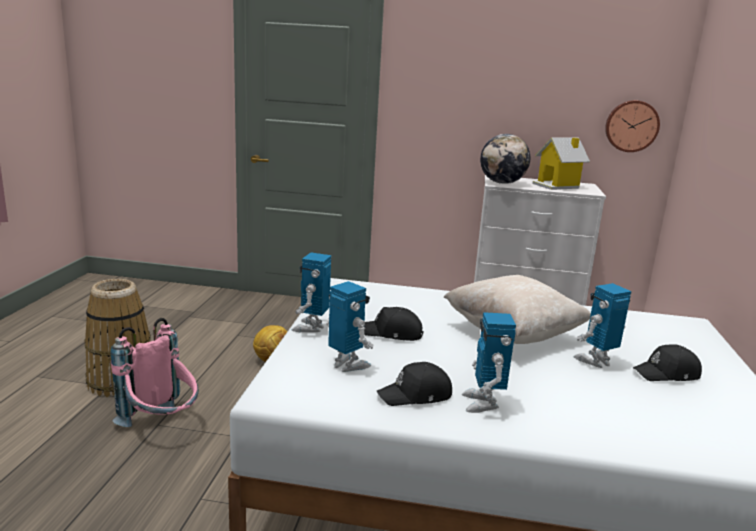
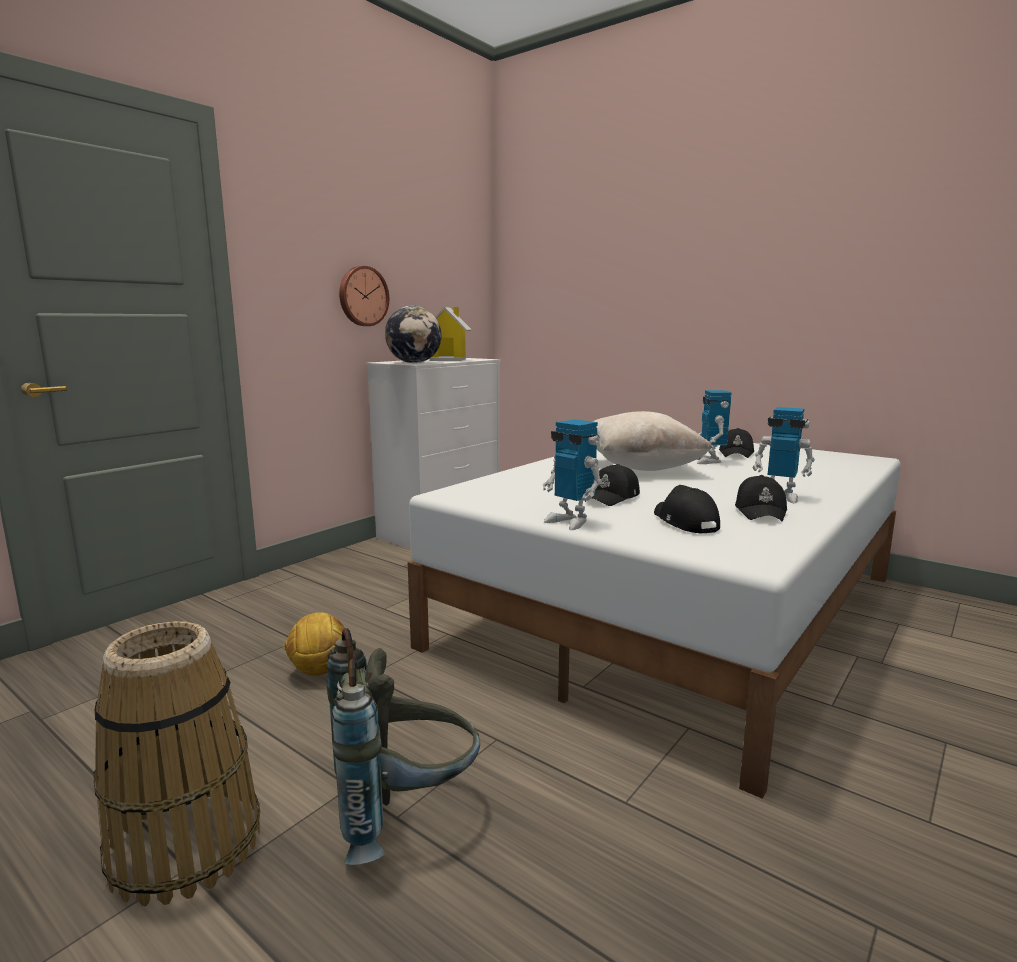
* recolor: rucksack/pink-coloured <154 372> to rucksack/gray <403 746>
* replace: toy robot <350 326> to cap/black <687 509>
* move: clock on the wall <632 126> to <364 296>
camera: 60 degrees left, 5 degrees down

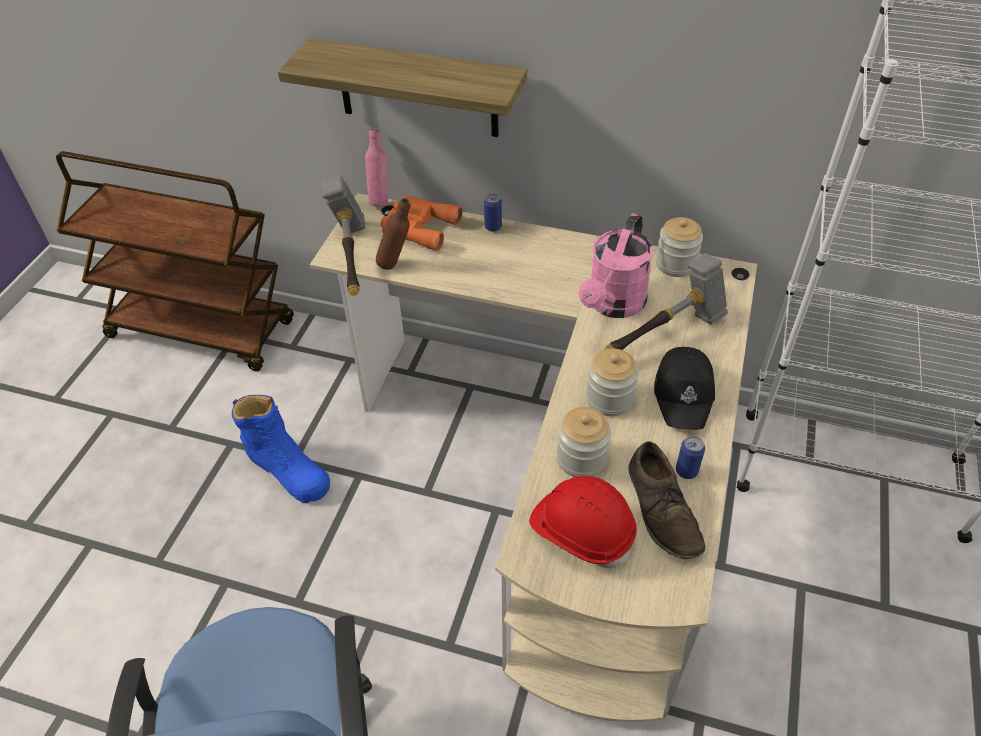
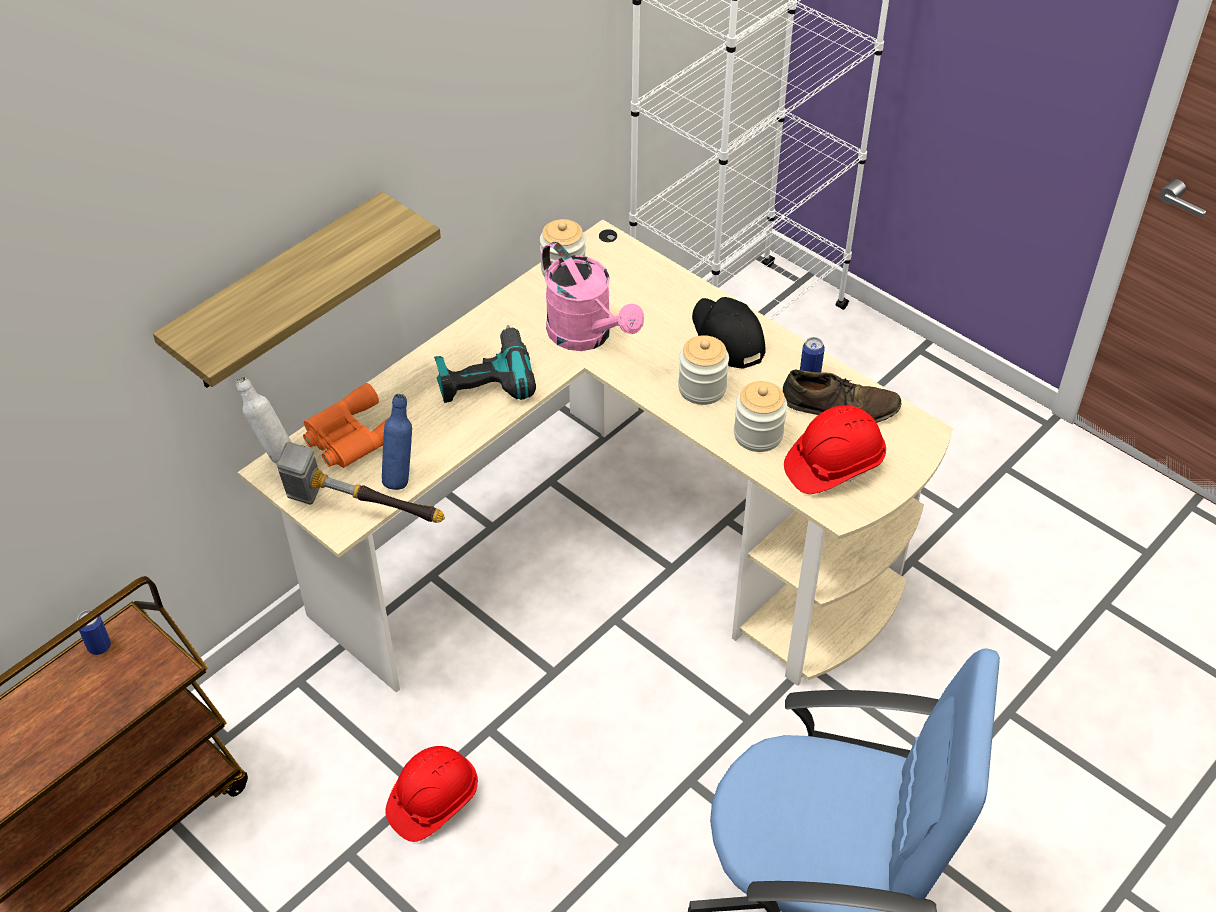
* replace: high-top boot/blue <281 449> to hard hat/reddish <431 794>
* recolor: drink bottle/pink-coloured <376 168> to drink bottle/white-coloured <263 420>
* recolor: drink bottle/brown-coloured <393 234> to drink bottle/blue <397 442>
* move: sealed can <493 212> to <94 632>
* delete: hammer <666 301>
* rotate: cap/black <684 388> = <729 332> 150 degrees counterclockwise
* insert: electric drill <485 364>
camera: 65 degrees left, 0 degrees up

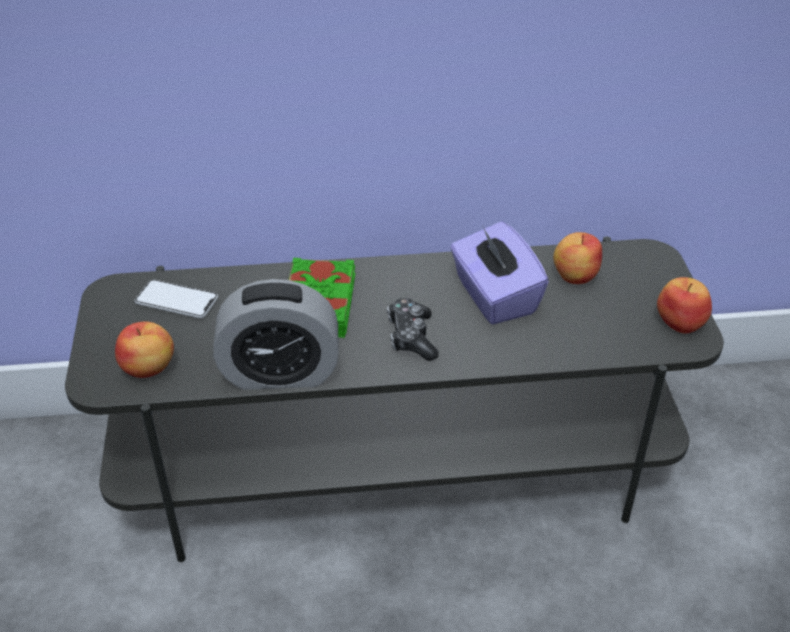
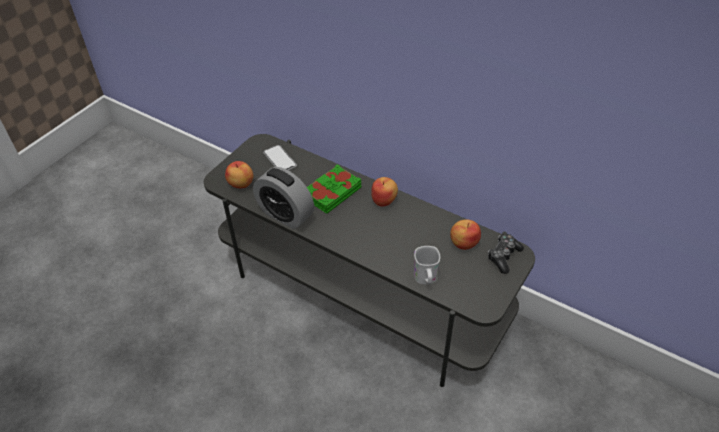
* move: joypad <413 329> to <506 254>
* delete: tissue holder/purple-coloured <499 272>
* move: apple fruit <684 305> to <384 191>
* insert: coffee mug/white-coloured <427 265>
camera: 40 degrees right, 5 degrees up

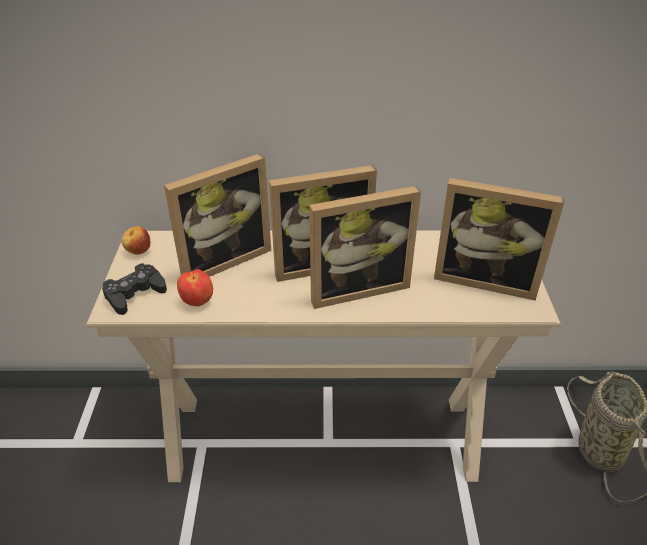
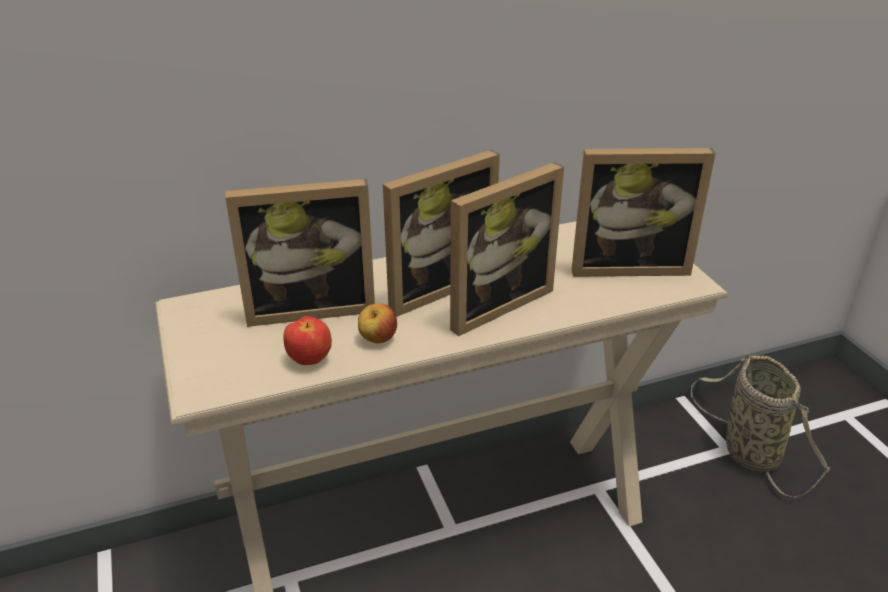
* delete: joypad/black <134 289>
* move: apple fruit <135 240> to <377 323>
* rotate: standing frame <217 215> = <300 253> 45 degrees clockwise
camera: 20 degrees left, 5 degrees down

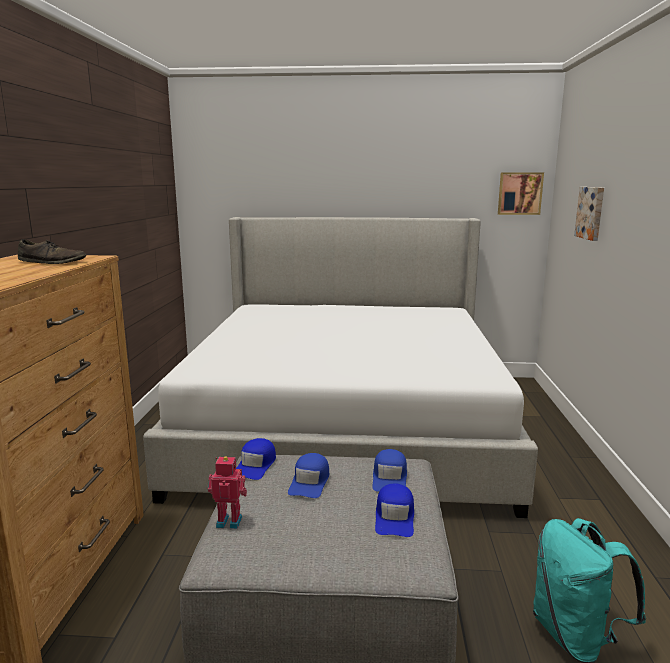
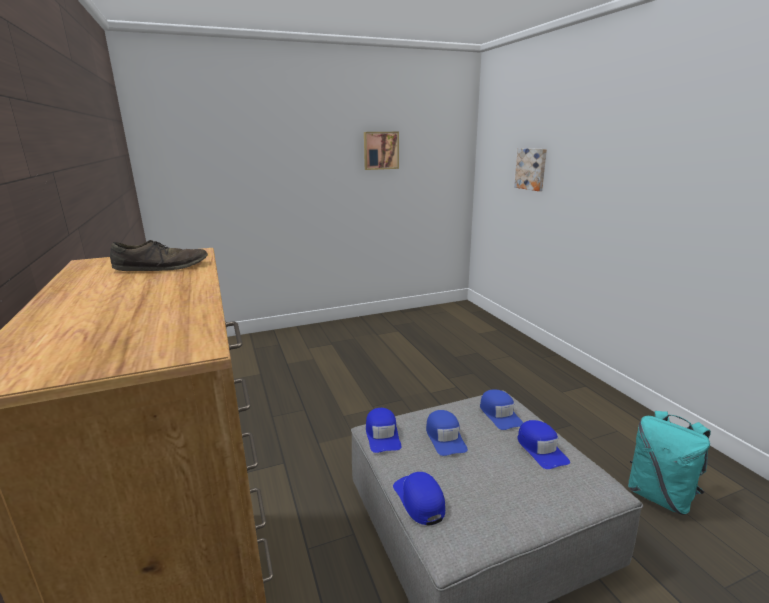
* delete: bedroom bed <340 367>
* replace: toy robot <227 492> to cap/blue <419 499>
* move: picture <521 193> to <381 151>
camera: 25 degrees left, 5 degrees up

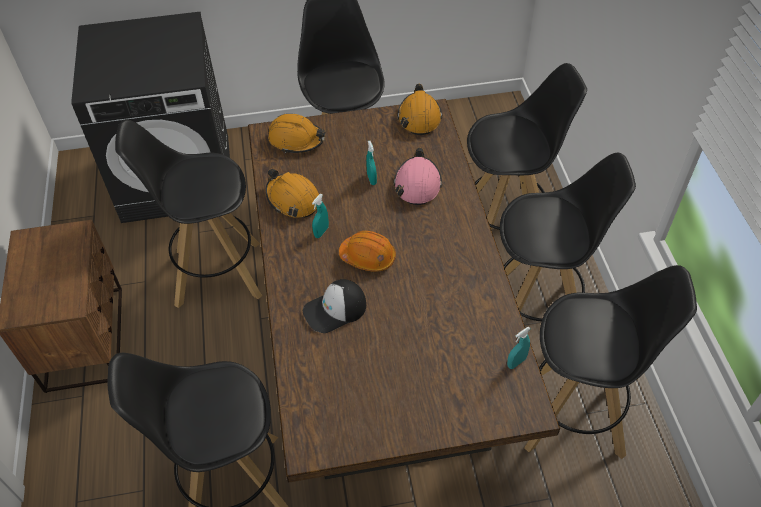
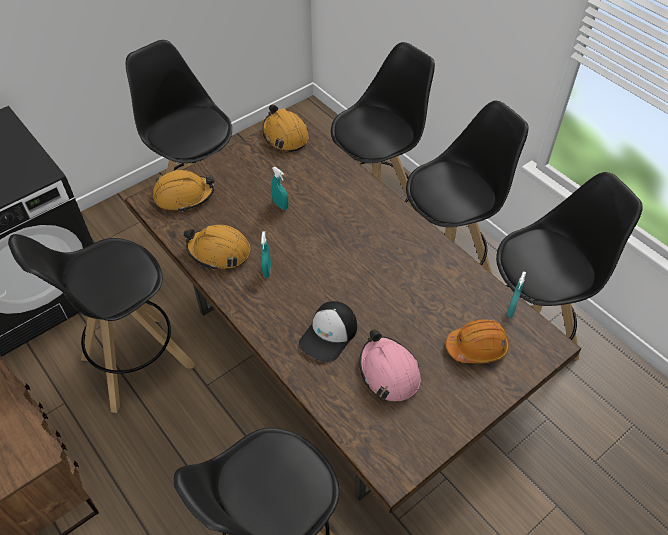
* move: hard hat/orange <367 251> to <477 341>
* move: hard hat/pink-coloured <417 176> to <389 365>
camera: 30 degrees left, 0 degrees up

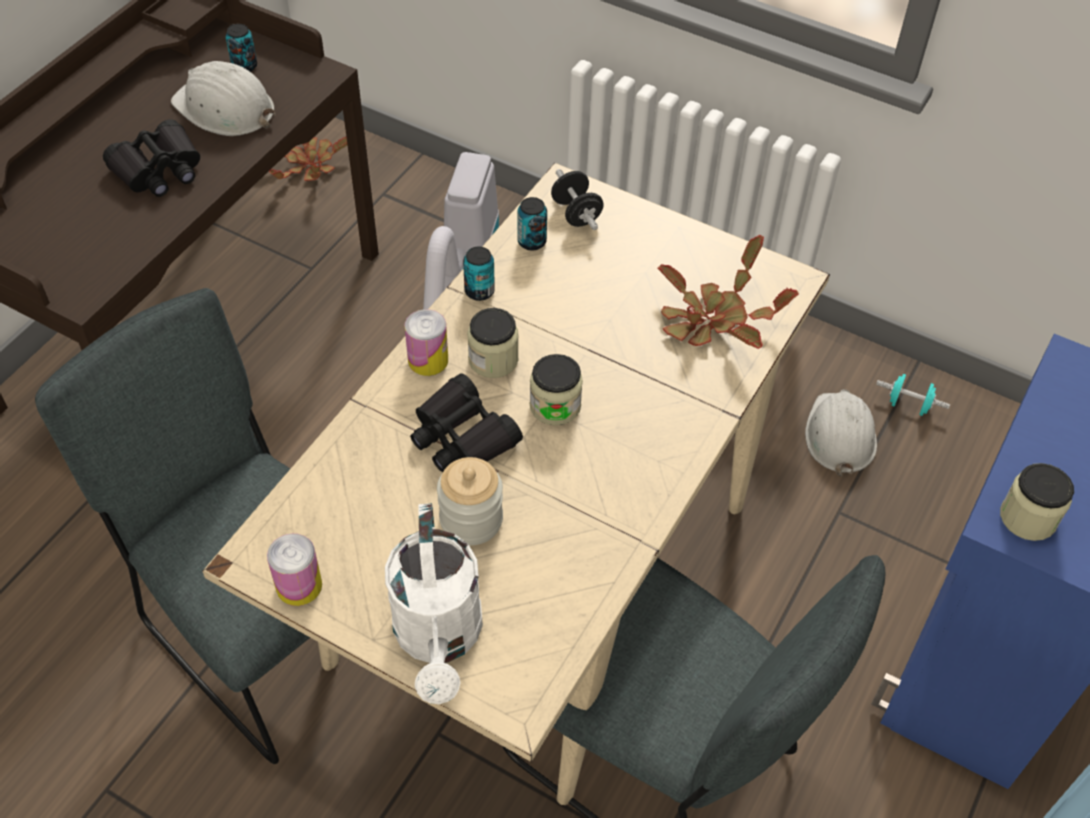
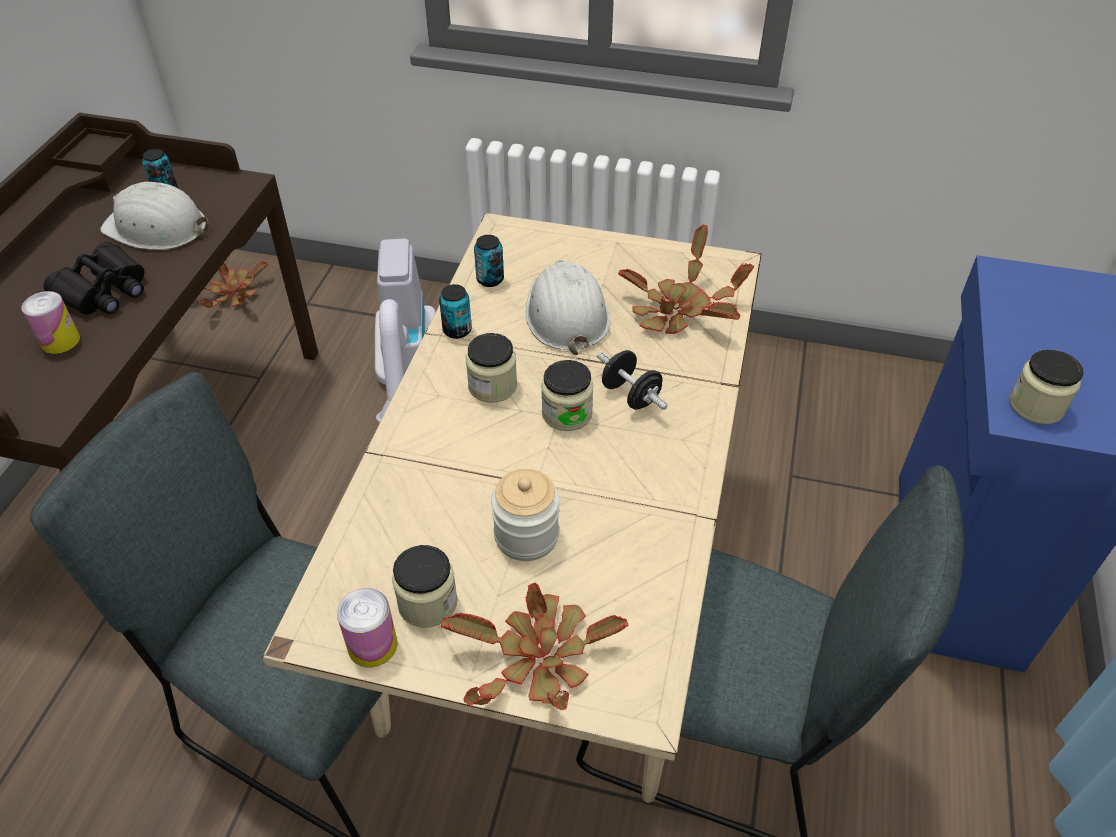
* replace: watering can/white-coloured <434 604> to plant in a pot <535 646>
* move: sealed can <426 342> to <50 322>
* delete: binoculars/black <466 422>
* move: free weight/black <577 199> to <632 380>
* move: hard hat/white-coloured <841 433> to <568 307>
* delete: free weight/blue-green <913 395>
* insert: jar <425 586>
camera: 15 degrees left, 5 degrees down

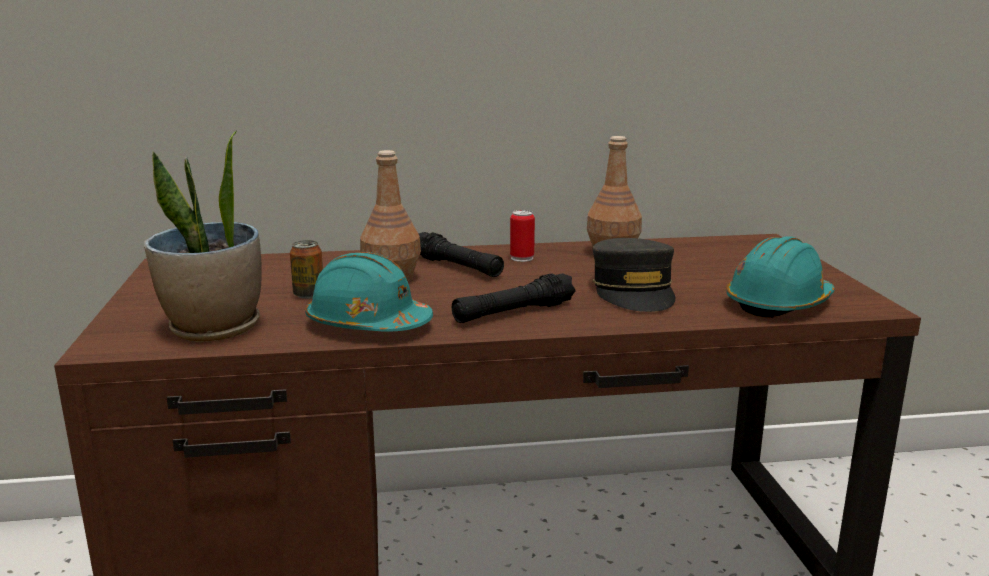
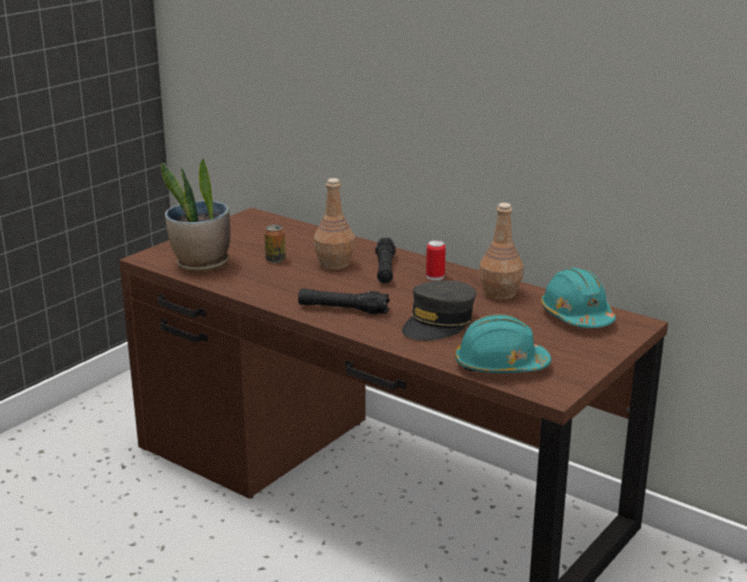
* move: hard hat/blue-green <369 292> to <578 298>
camera: 45 degrees right, 5 degrees up

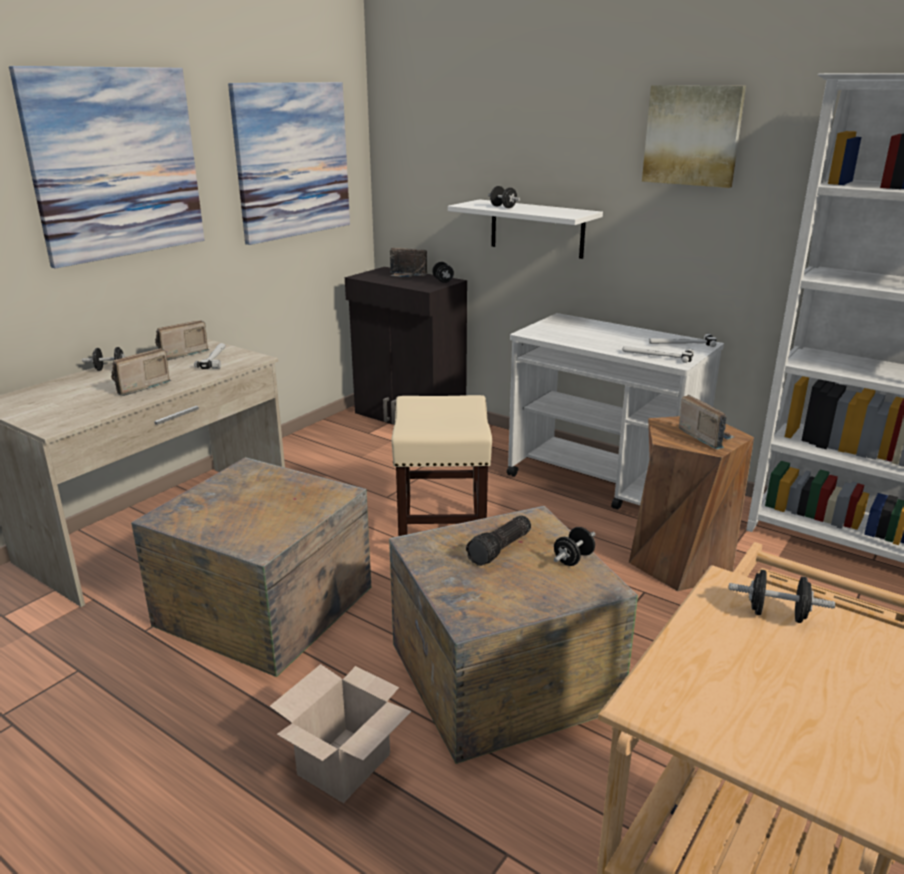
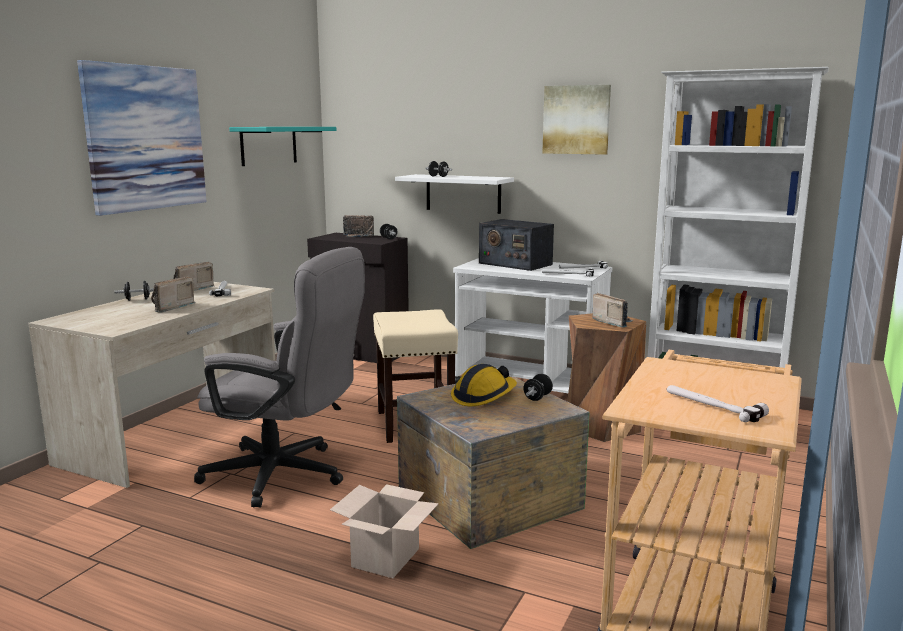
* replace: shipping crate <251 567> to desk chair/gray <279 377>
* replace: picture <289 163> to wall shelf/blue-green <282 146>
* replace: hand torch <498 540> to hard hat <484 385>
* delete: free weight/black <781 596>
* insert: radio <516 245>
* insert: hammer <718 403>
camera: 10 degrees left, 10 degrees down

